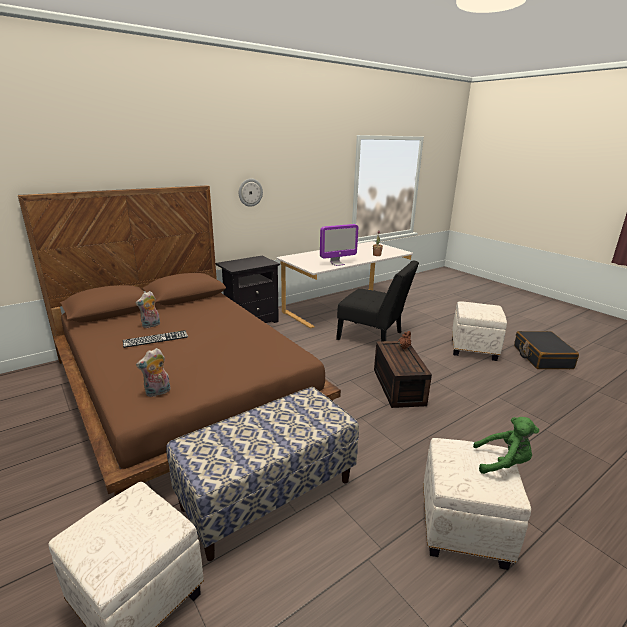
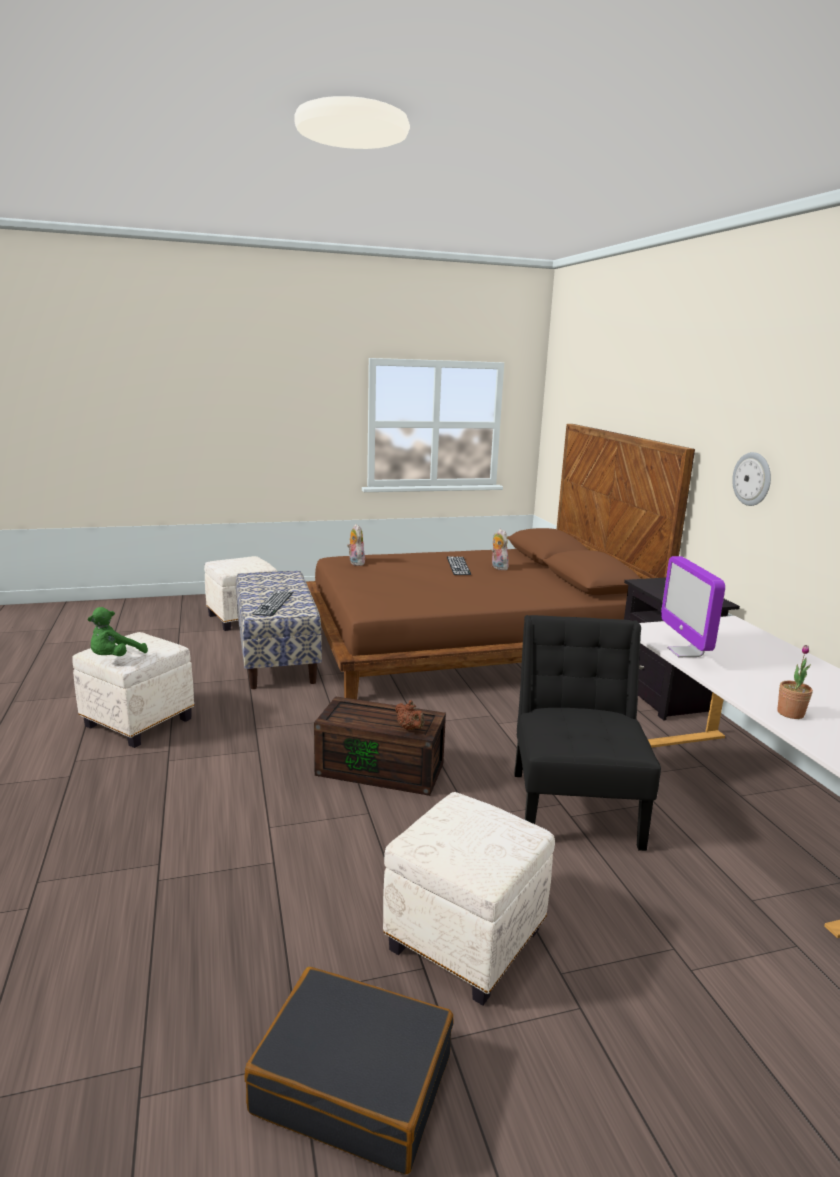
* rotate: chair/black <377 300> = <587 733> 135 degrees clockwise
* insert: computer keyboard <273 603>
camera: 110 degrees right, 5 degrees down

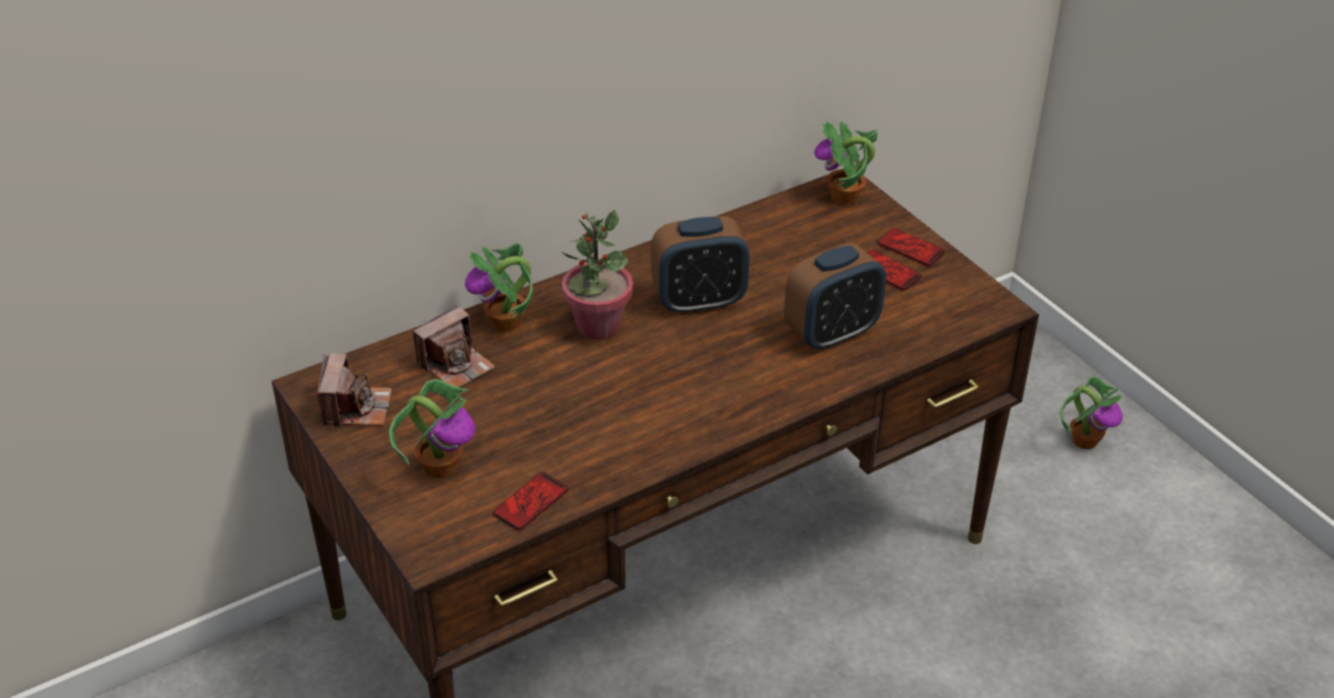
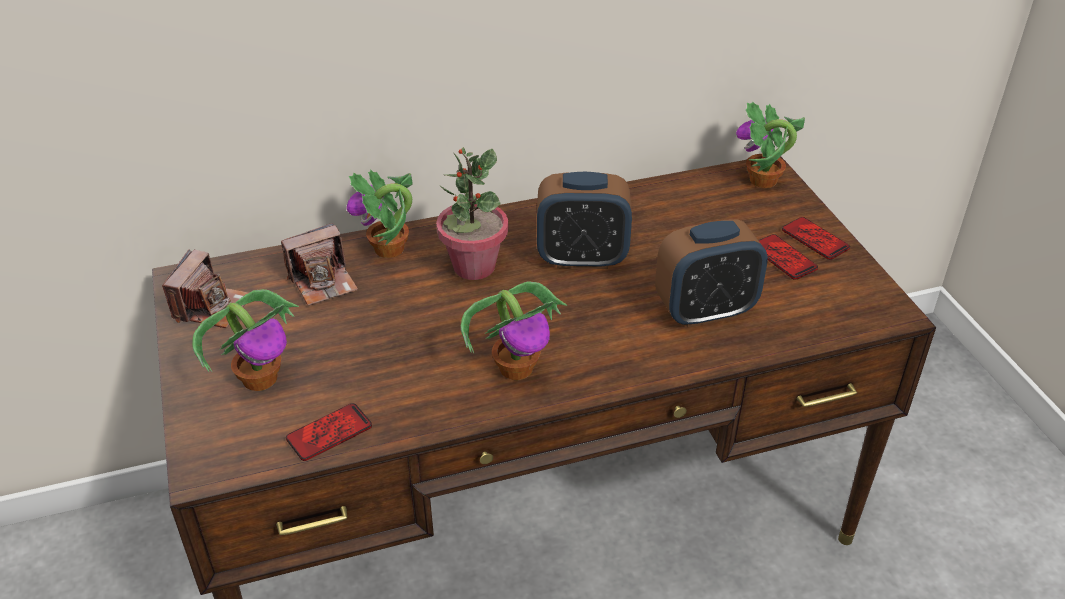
* move: plant in a pot <1091 412> to <514 330>
camera: 15 degrees right, 0 degrees up

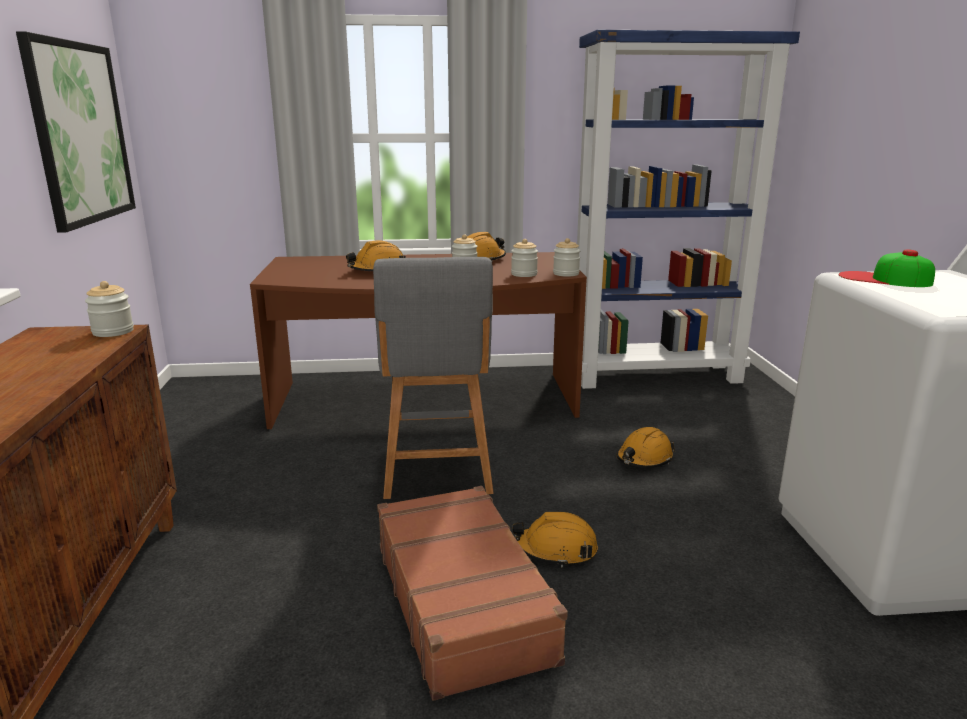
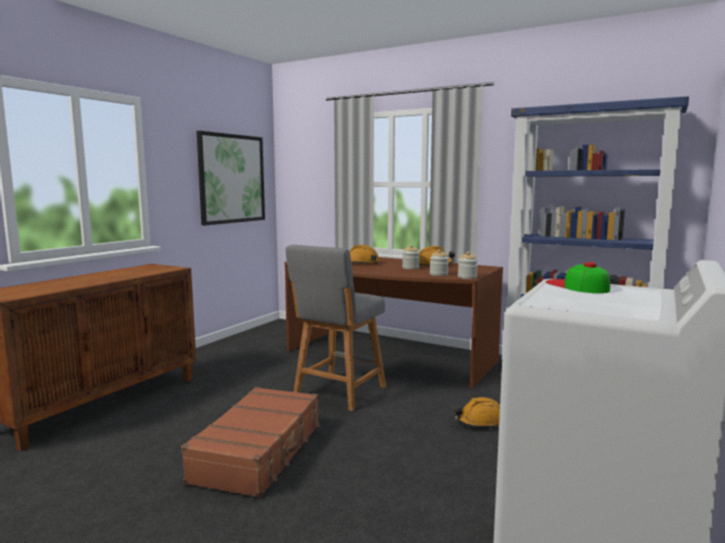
* delete: jar <109 309>
* delete: hard hat/orange <555 539>
camera: 35 degrees right, 10 degrees down

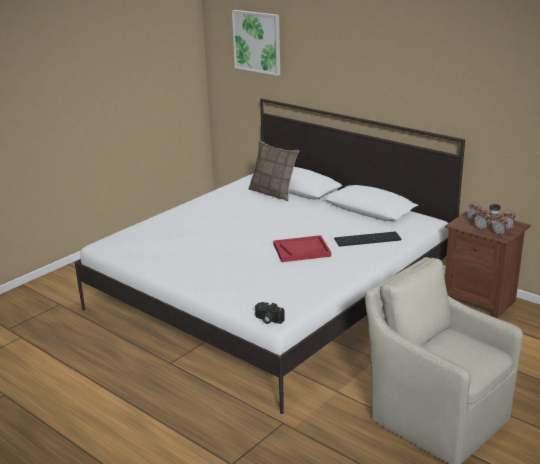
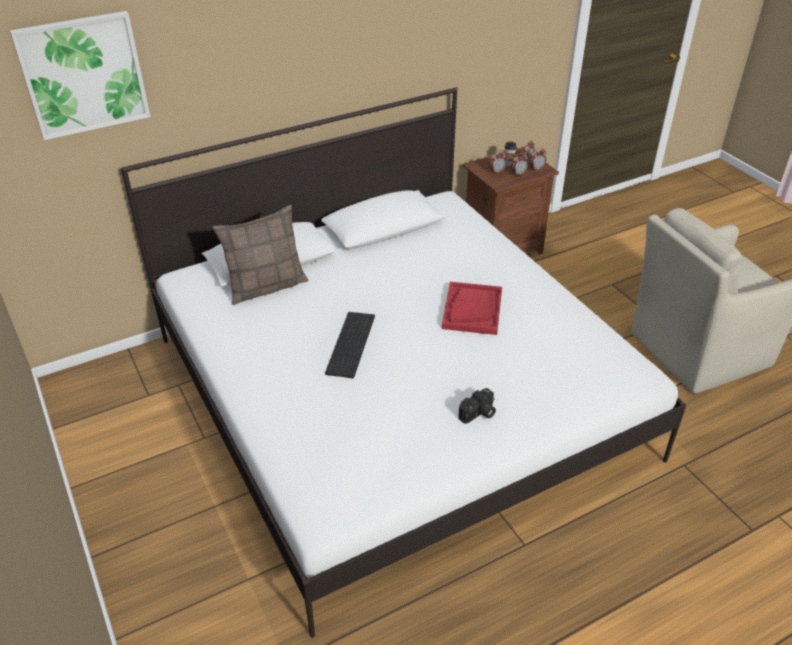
* move: photo camera <270 313> to <477 406>
* move: computer keyboard <368 239> to <350 345>
camera: 70 degrees left, 15 degrees up

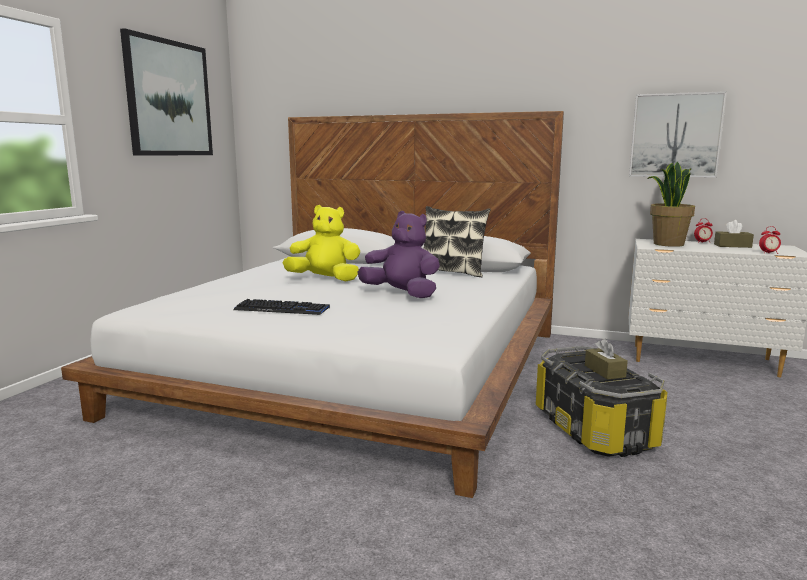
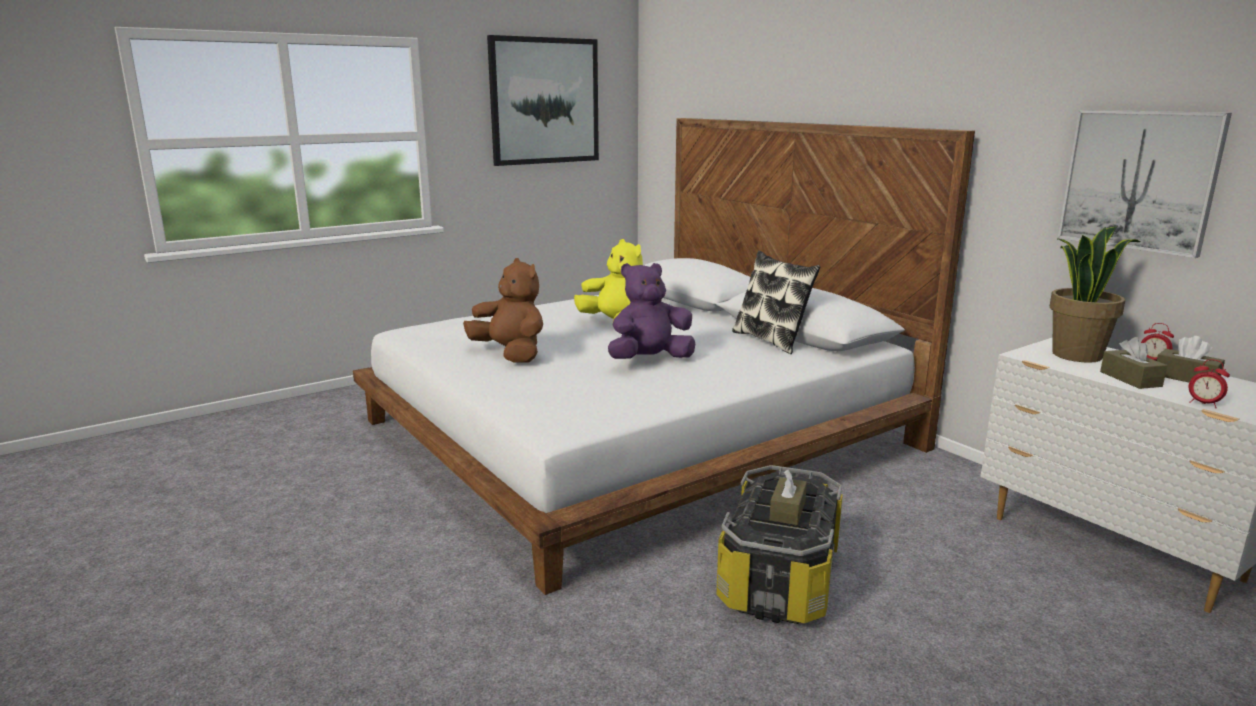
* replace: computer keyboard <281 307> to soft toy/brown-coloured <503 310>
* rotate: soft toy/purple-coloured <398 254> = <651 311> 90 degrees counterclockwise
* insert: tissue holder/brown-coloured <1133 363>
camera: 35 degrees right, 5 degrees up

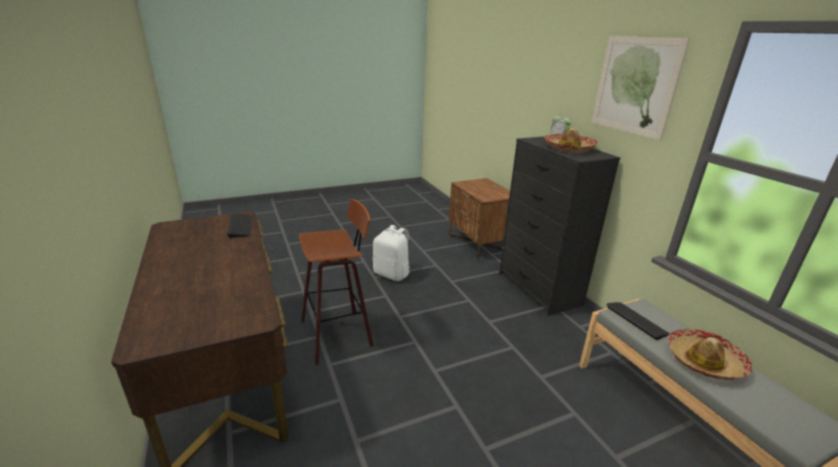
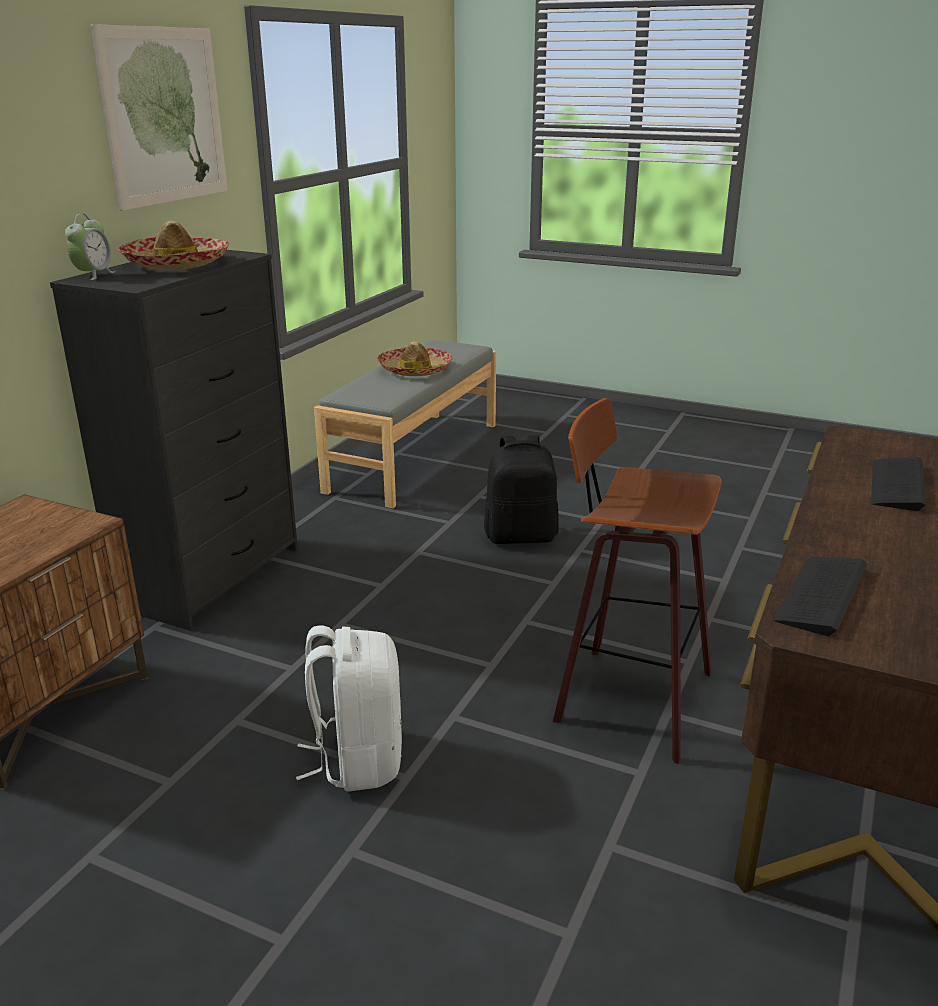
* move: computer keyboard <638 321> to <898 484>
* insert: rucksack/black <521 489>
camera: 130 degrees left, 0 degrees up

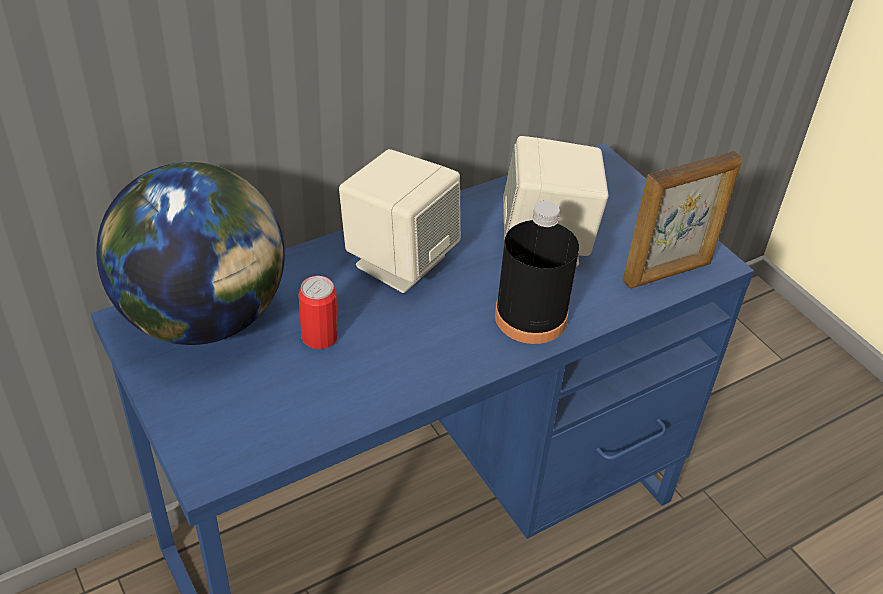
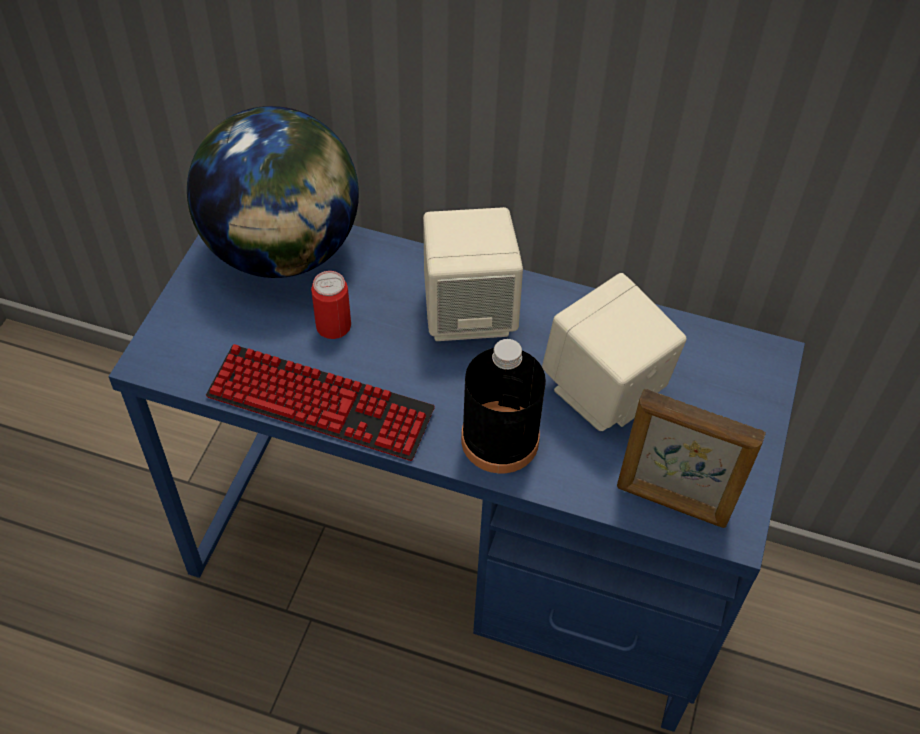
* insert: computer keyboard <320 402>
camera: 50 degrees right, 10 degrees up

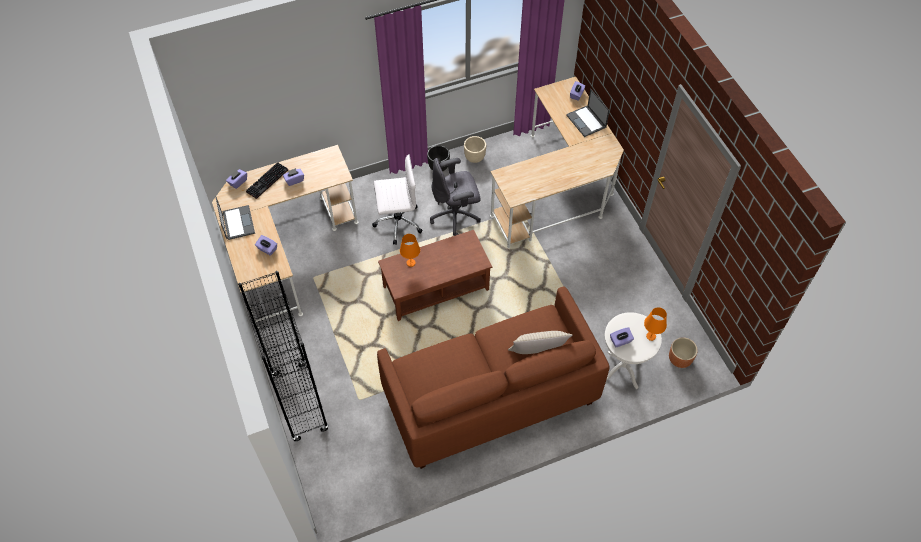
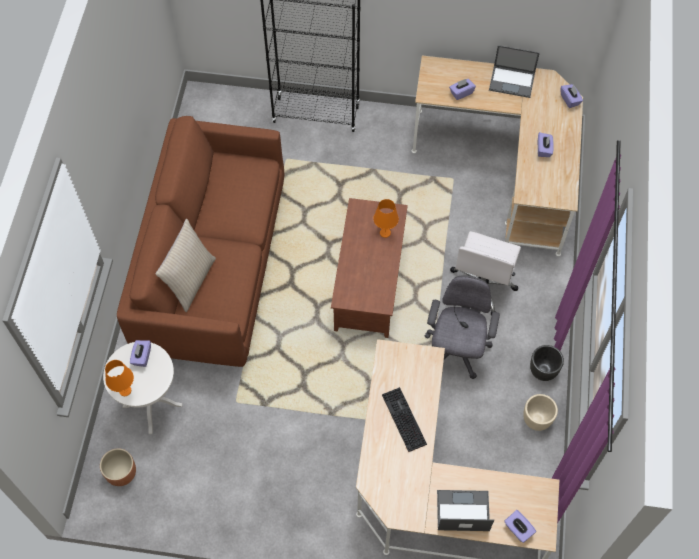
* move: computer keyboard <267 180> to <404 419>
camera: 120 degrees right, 5 degrees up

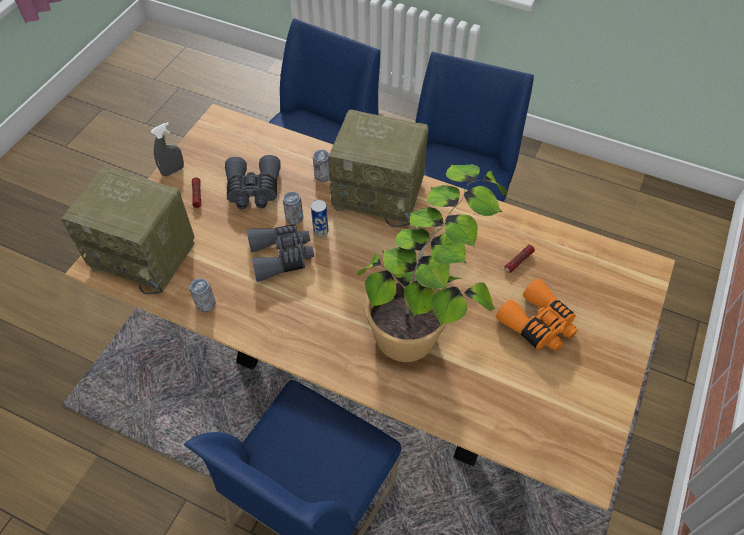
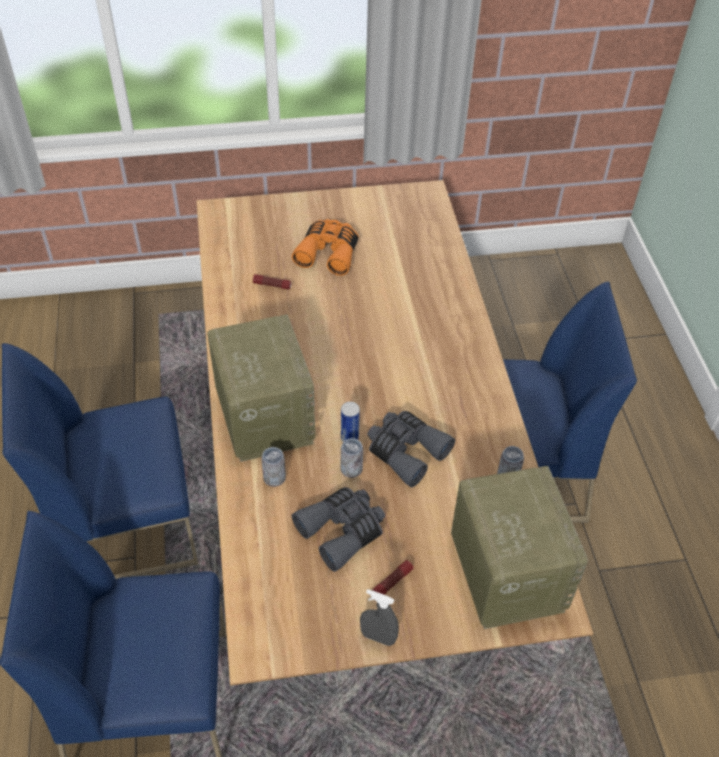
* delete: plant in a pot <432 263>
camera: 125 degrees left, 5 degrees down

